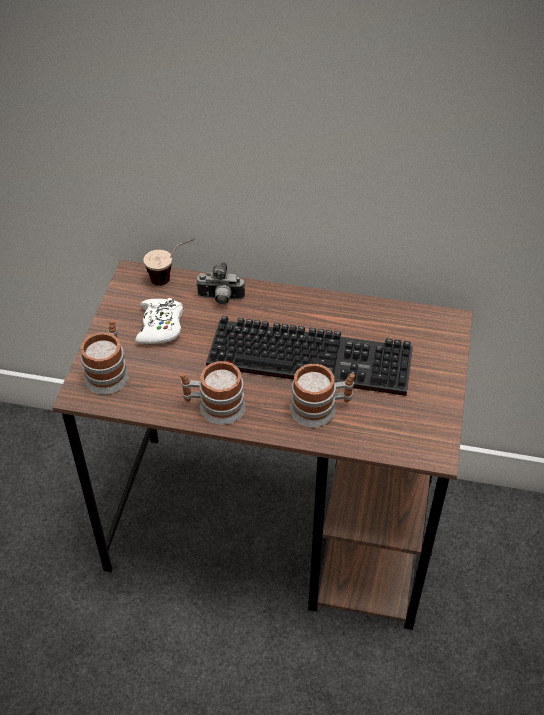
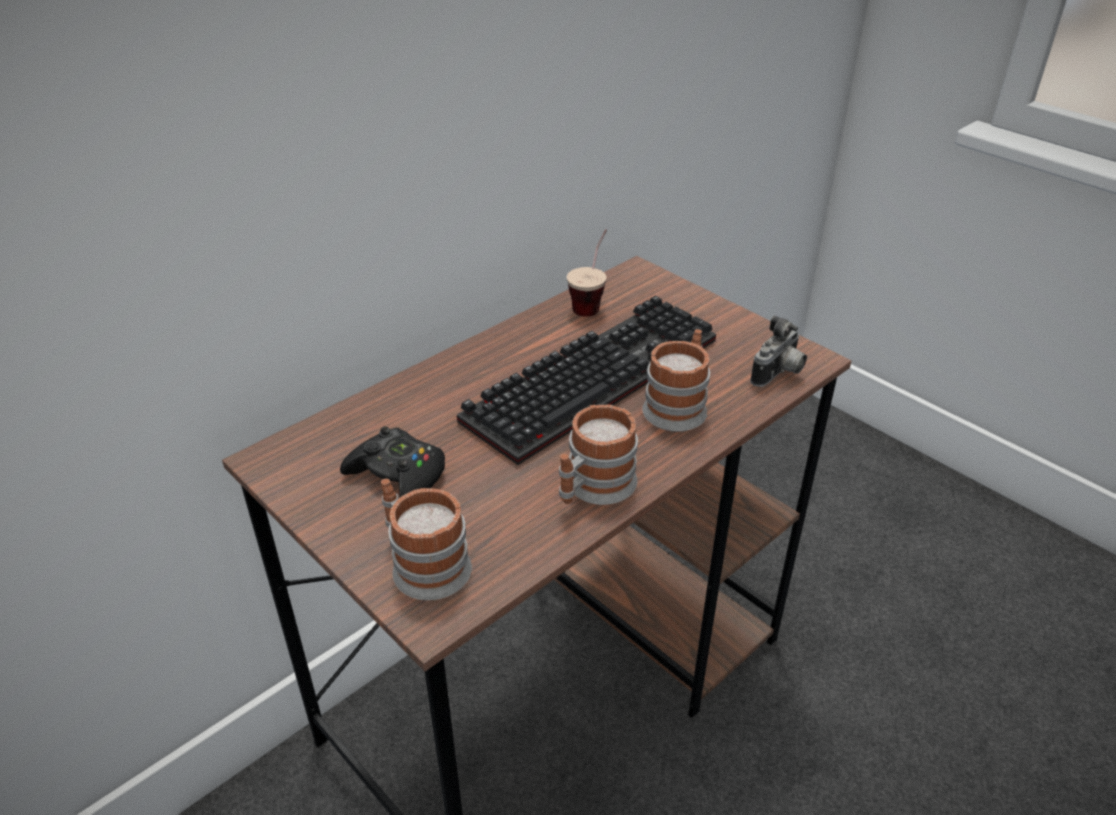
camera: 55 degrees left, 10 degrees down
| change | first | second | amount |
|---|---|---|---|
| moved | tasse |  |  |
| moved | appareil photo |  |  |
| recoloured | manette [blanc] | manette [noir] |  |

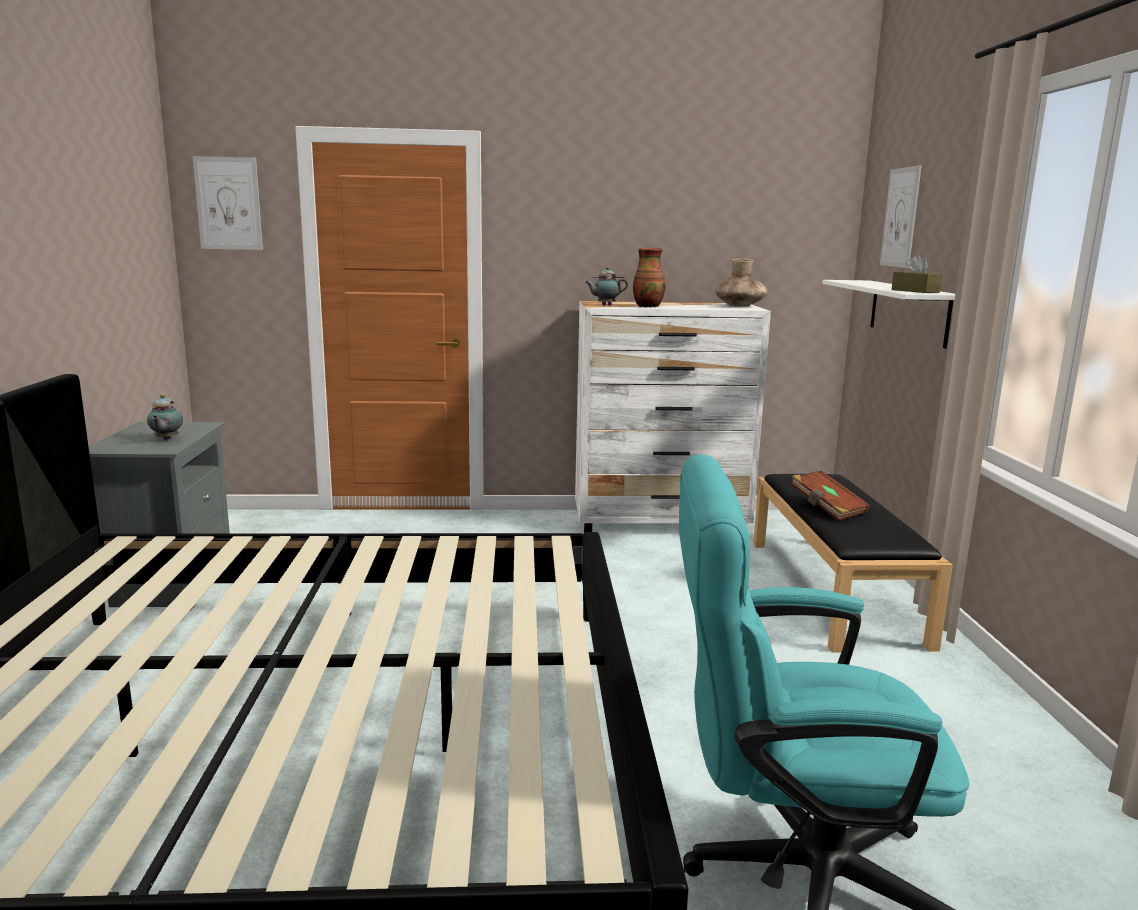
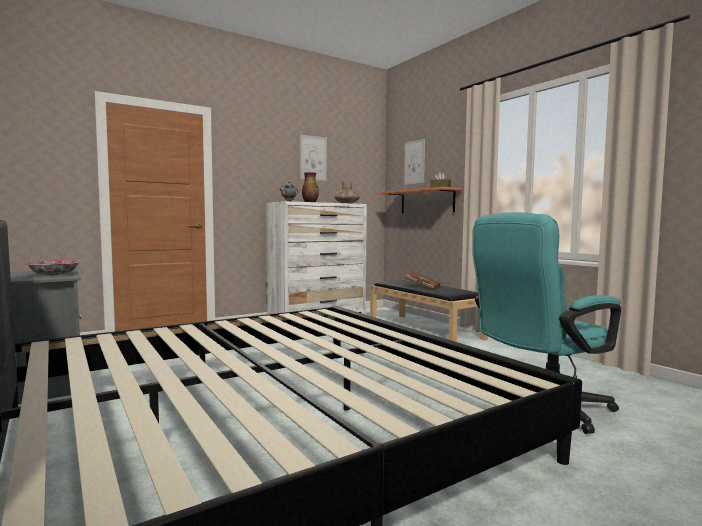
camera: 30 degrees left, 10 degrees down
| change | first | second | amount |
|---|---|---|---|
| moved | tableau (1st from left) |  |  |
| recoloured | étagère [blanc] | étagère [orange] |  |
| replaced | théière (1st from left) | bol |  |

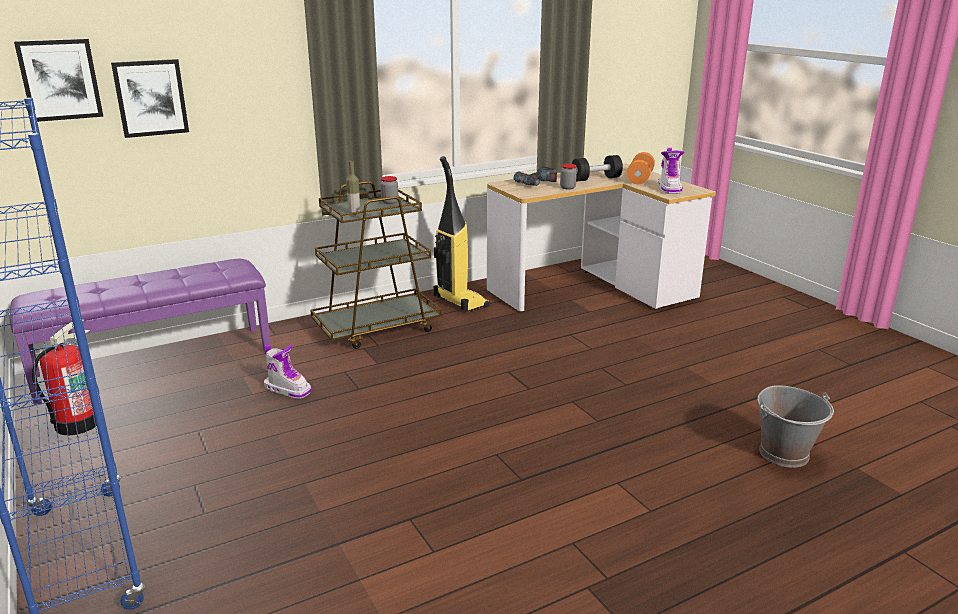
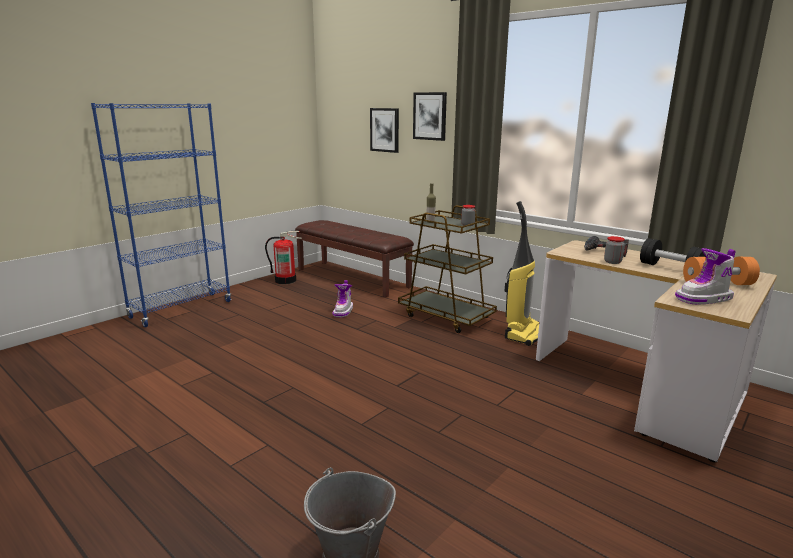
camera: 70 degrees right, 5 degrees down
| change | first | second | amount |
|---|---|---|---|
| moved | tableau (1st from left in the first image) | tableau (2nd from left) |  |
| recoloured | banc [violet] | banc [marron] |  |

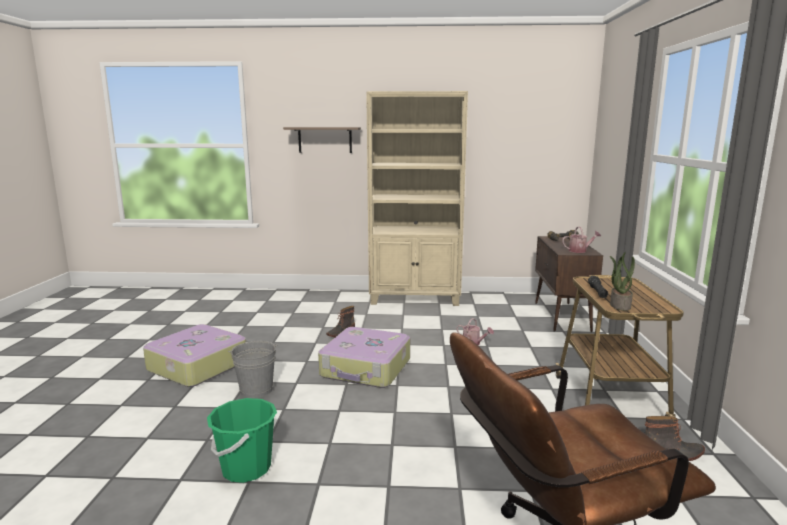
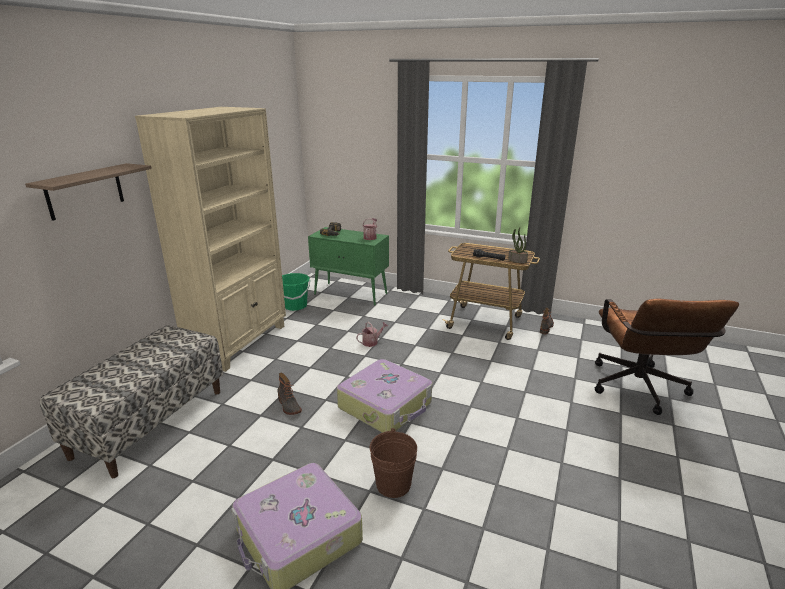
camera: 70 degrees left, 10 degrees up
| change | first | second | amount |
|---|---|---|---|
| recoloured | meuble de rangement [marron] | meuble de rangement [vert] |  |
| recoloured | seau [gris] | seau [marron] |  |
| moved | seau [vert] |  |  |
| added |  | banc |  |

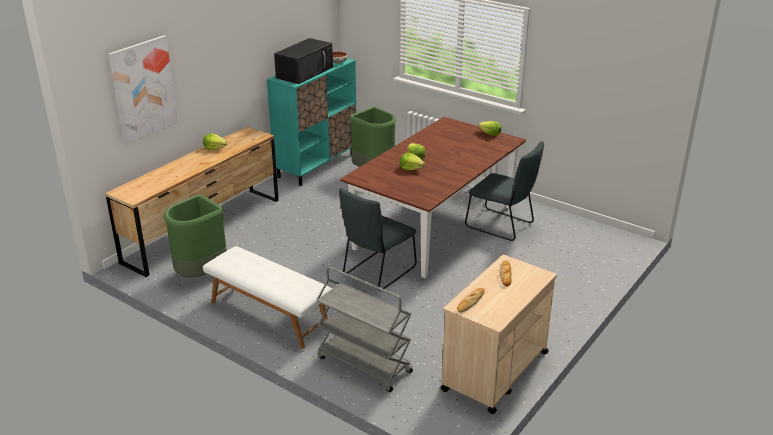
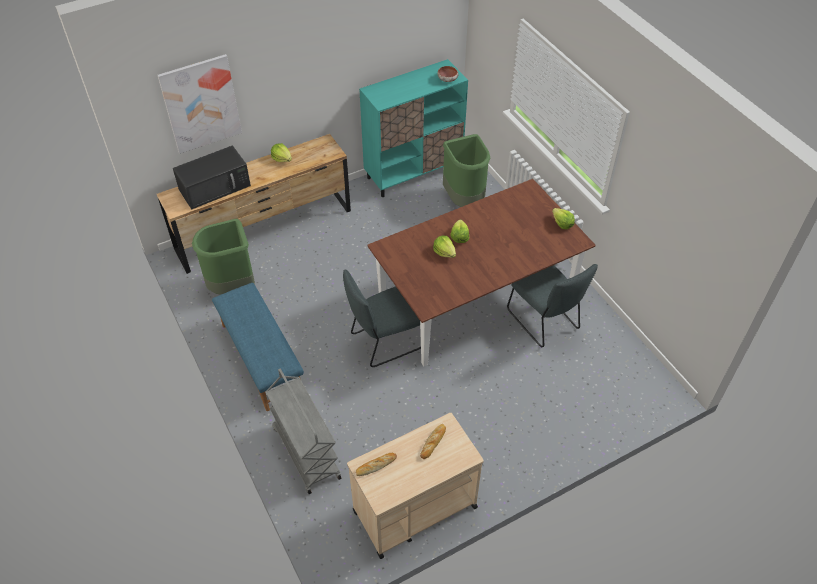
camera: 25 degrees right, 20 degrees up
| change | first | second | amount |
|---|---|---|---|
| moved | micro-ondes [noir] |  |  |
| recoloured | banc [blanc] | banc [bleu] |  |

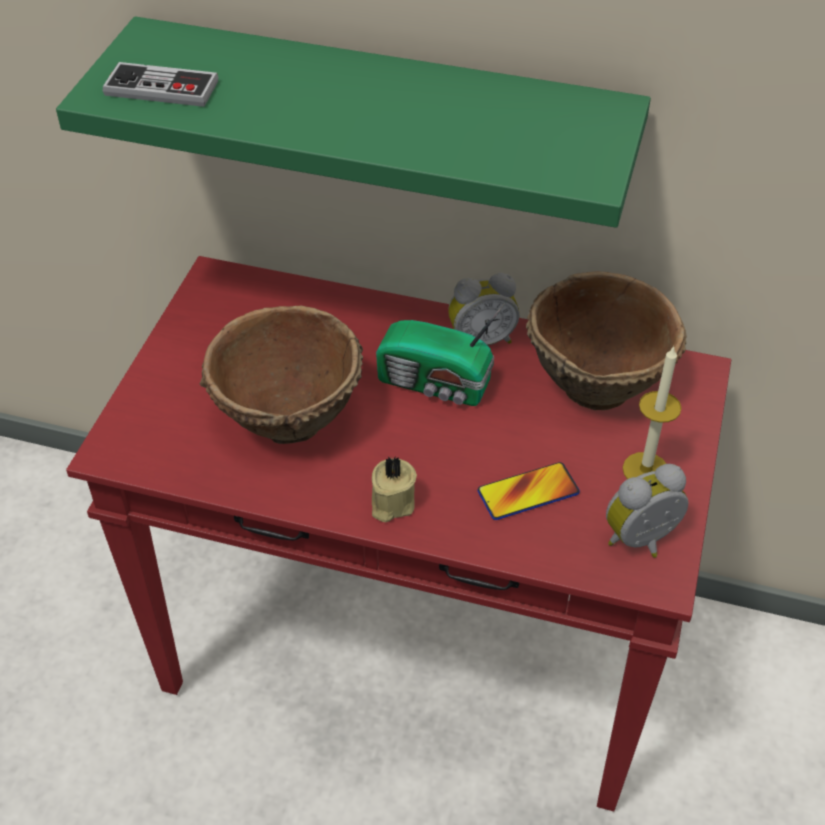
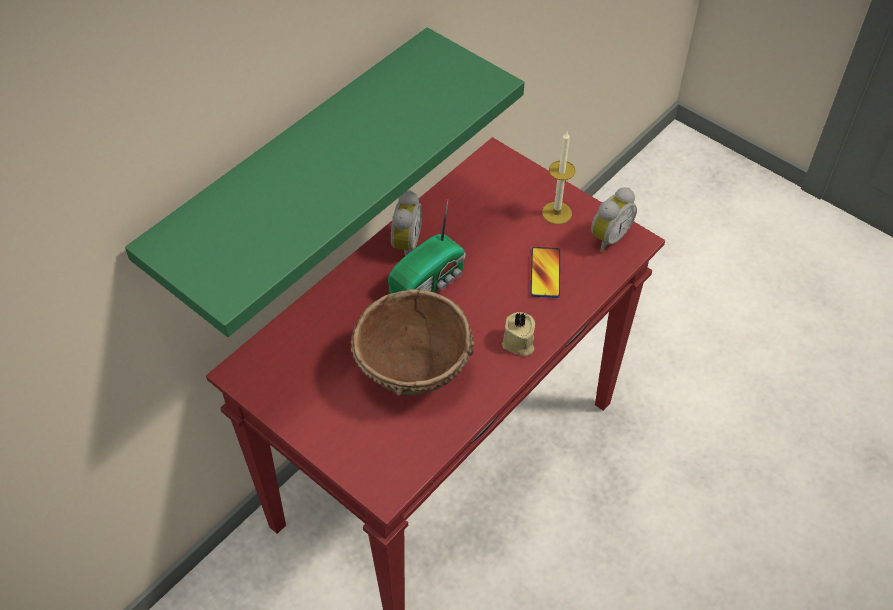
camera: 65 degrees left, 5 degrees up
| change | first | second | amount |
|---|---|---|---|
| removed | manette |  |  |
| removed | bol [marron] (2nd from left) |  |  |
| turned | réveil (2nd from left) |  | 135 degrees counterclockwise |

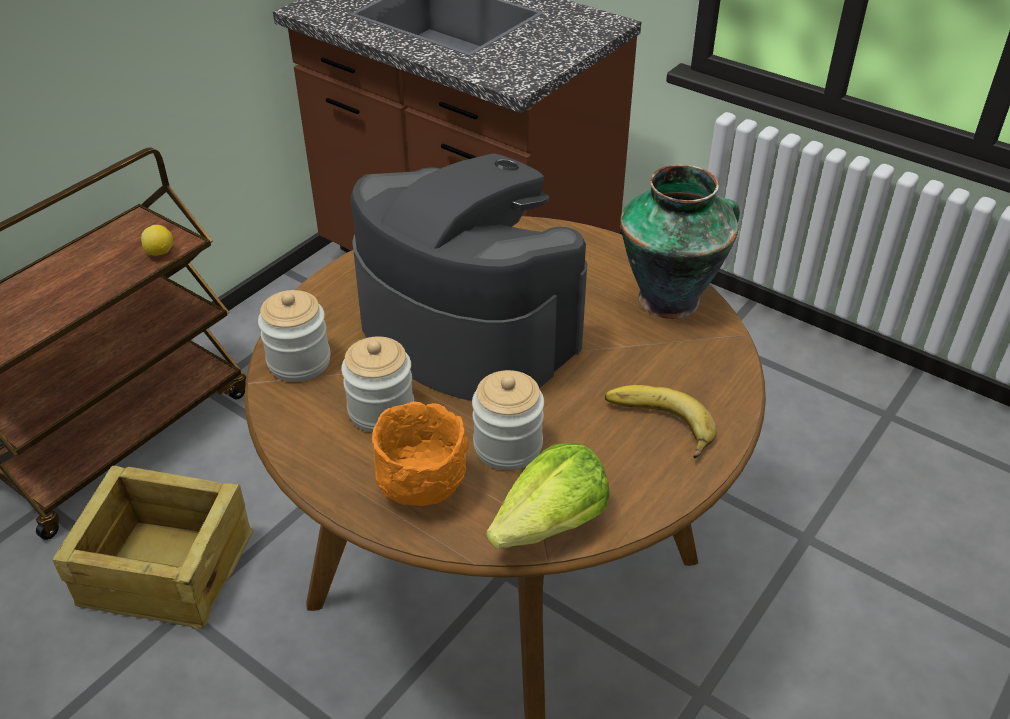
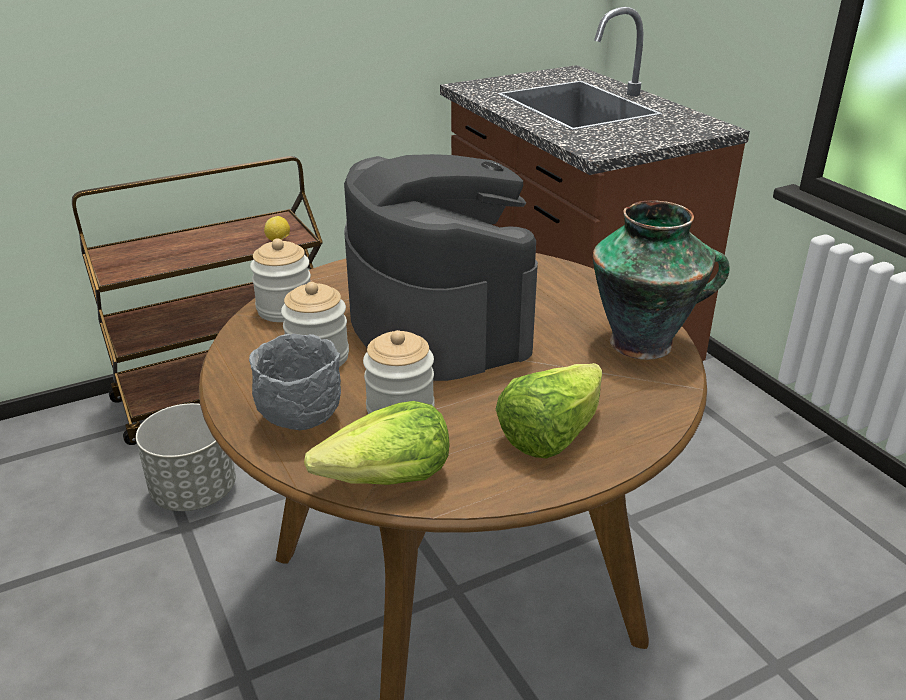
camera: 25 degrees right, 10 degrees down
| change | first | second | amount |
|---|---|---|---|
| replaced | banane | laitue (2nd from left) |  |
| recoloured | bol [orange] | bol [gris] |  |
| replaced | caisse | cache-pot [gris] |  |

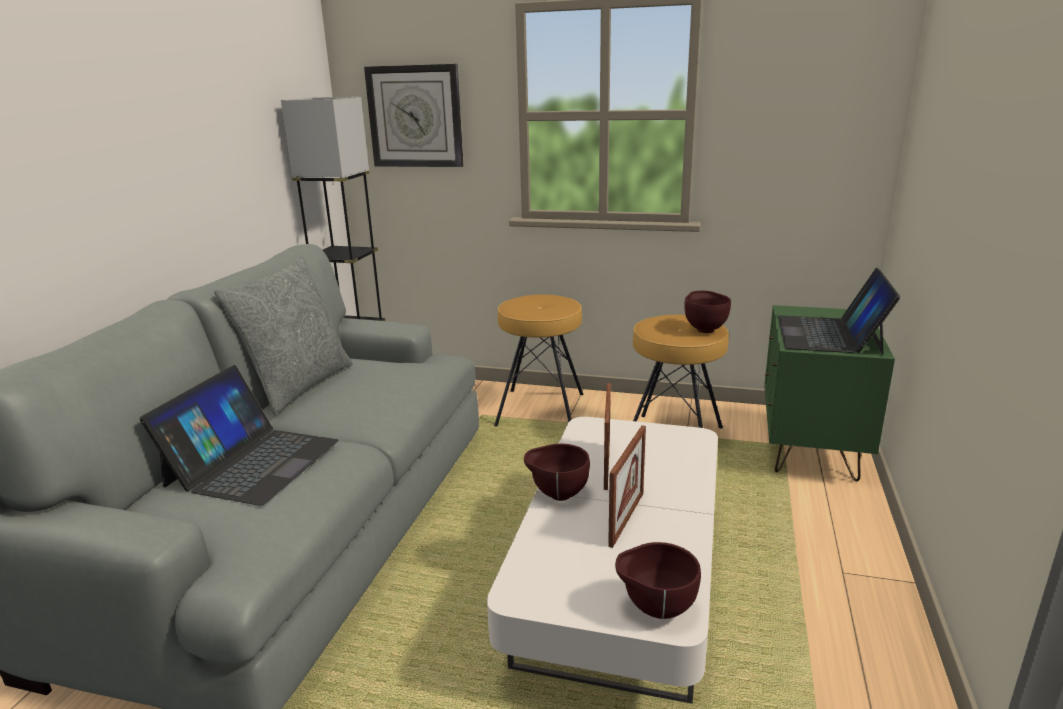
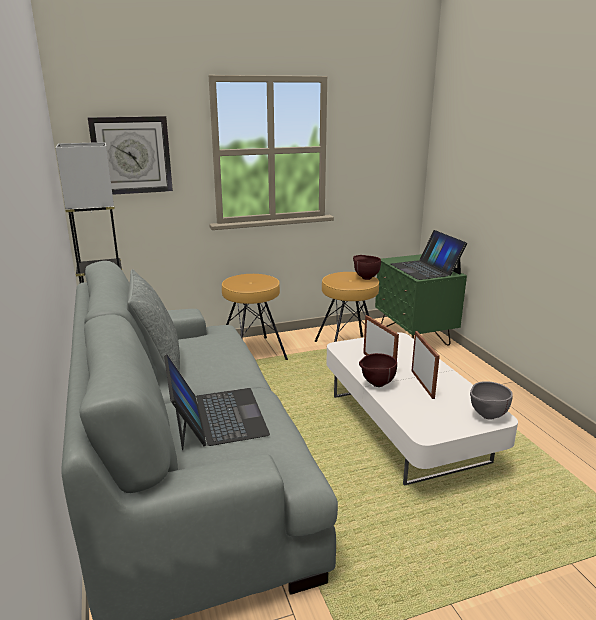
camera: 35 degrees left, 0 degrees up
| change | first | second | amount |
|---|---|---|---|
| recoloured | bol [marron] (2nd from left) | bol [gris] |  |

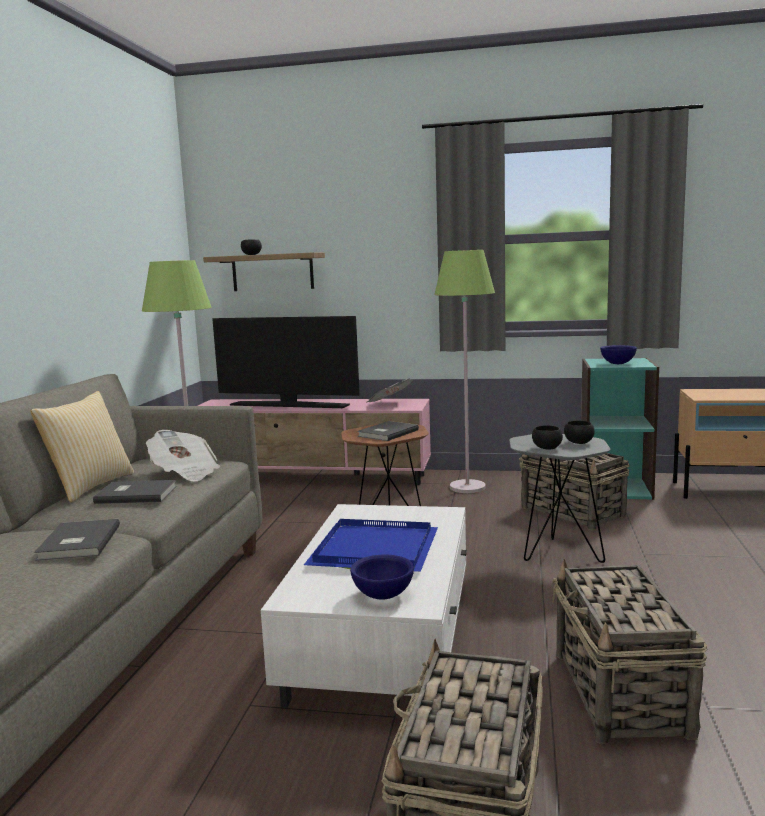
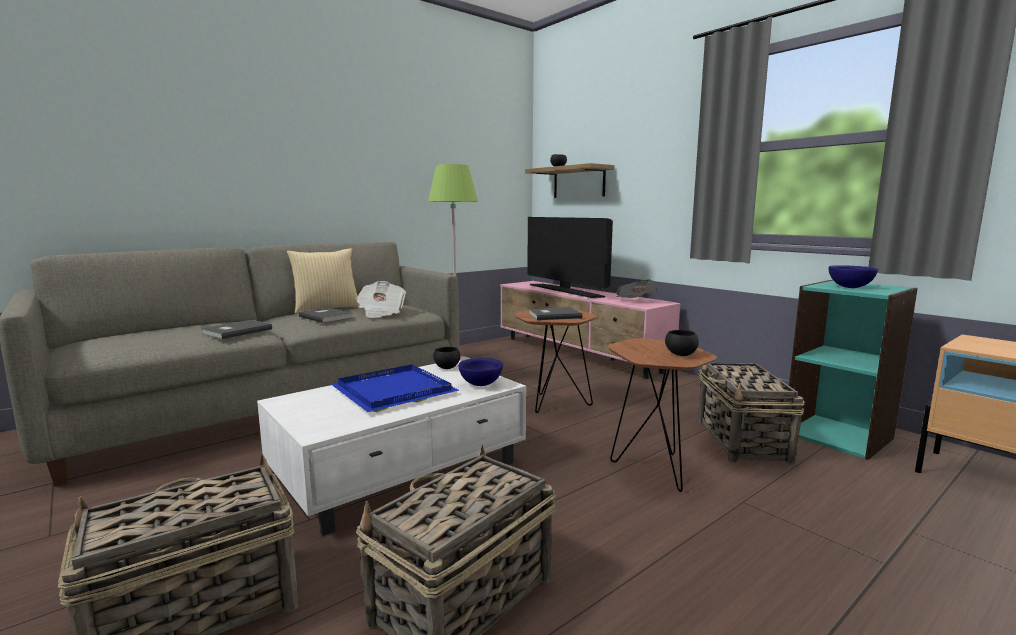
camera: 40 degrees right, 0 degrees up
| change | first | second | amount |
|---|---|---|---|
| removed | lampadaire [vert] (2nd from left) |  |  |
| moved | bol [noir] (2nd from left in the first image) | bol [noir] (1st from left) |  |
| recoloured | table d'appoint [gris] | table d'appoint [marron] (2nd from left) |  |
| moved | bol [bleu] (1st from left) |  |  |

